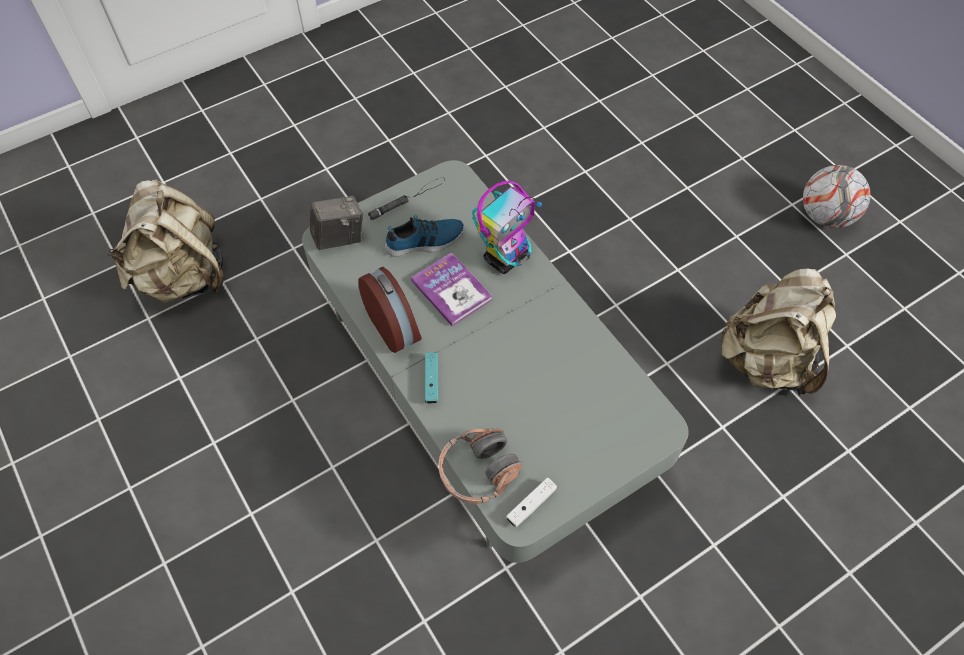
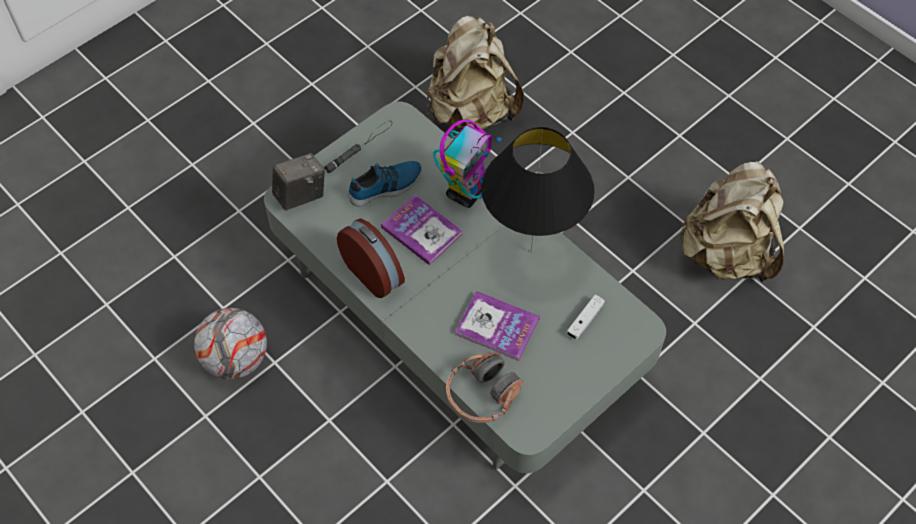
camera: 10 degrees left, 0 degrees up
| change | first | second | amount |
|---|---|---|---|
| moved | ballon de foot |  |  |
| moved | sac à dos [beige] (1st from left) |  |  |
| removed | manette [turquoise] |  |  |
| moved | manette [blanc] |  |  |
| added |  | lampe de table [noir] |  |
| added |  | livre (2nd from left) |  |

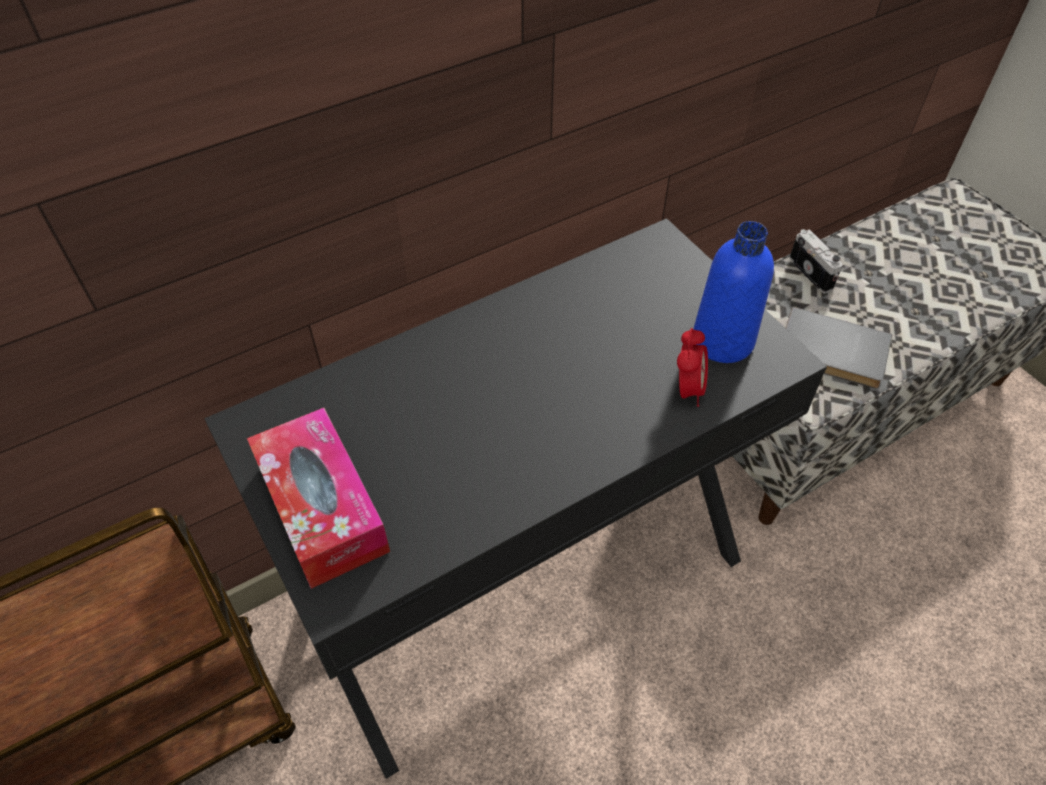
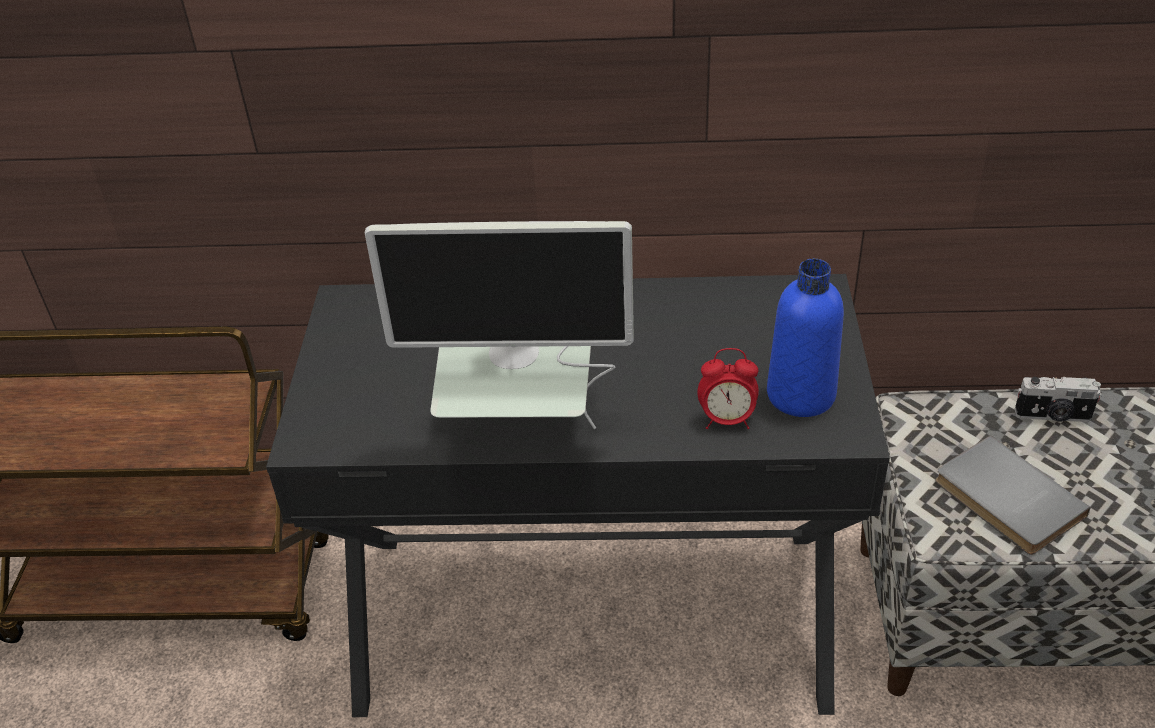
camera: 35 degrees right, 10 degrees down
| change | first | second | amount |
|---|---|---|---|
| turned | appareil photo |  | 90 degrees clockwise |
| turned | réveil |  | 45 degrees clockwise |
| removed | boîte à mouchoirs |  |  |
| added |  | écran d'ordinateur |  |

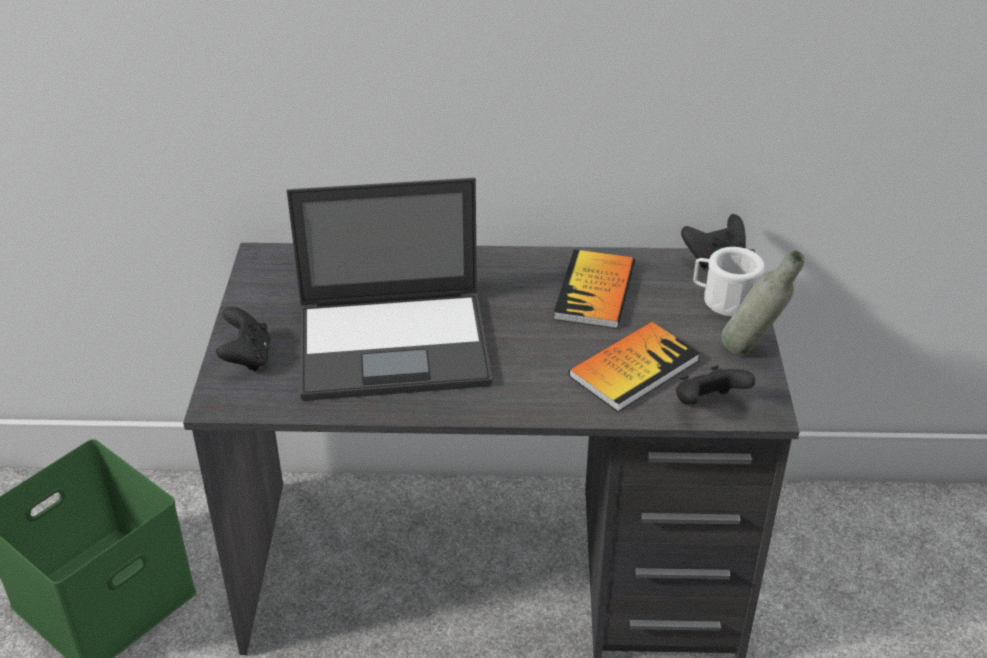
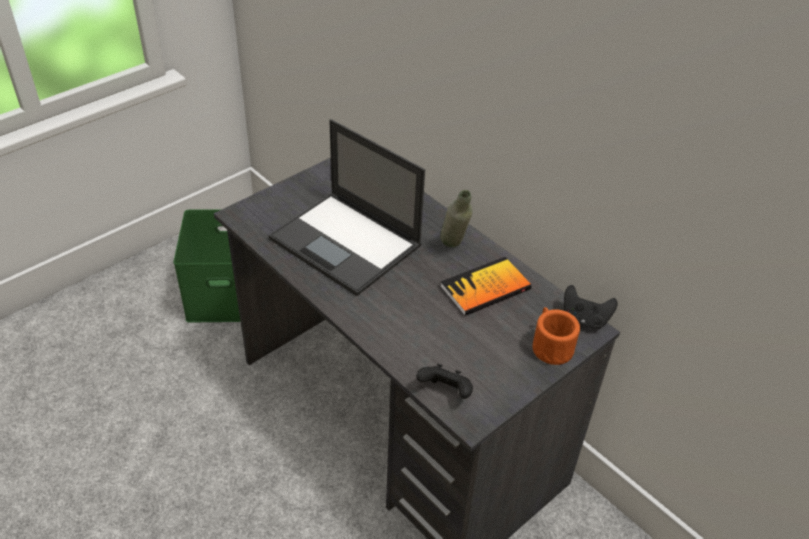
camera: 45 degrees right, 5 degrees up
| change | first | second | amount |
|---|---|---|---|
| recoloured | mug [blanc] | mug [orange] |  |
| moved | bouteille [gris] |  |  |
| removed | manette [noir] (1st from left) |  |  |
| removed | livre (2nd from left) |  |  |

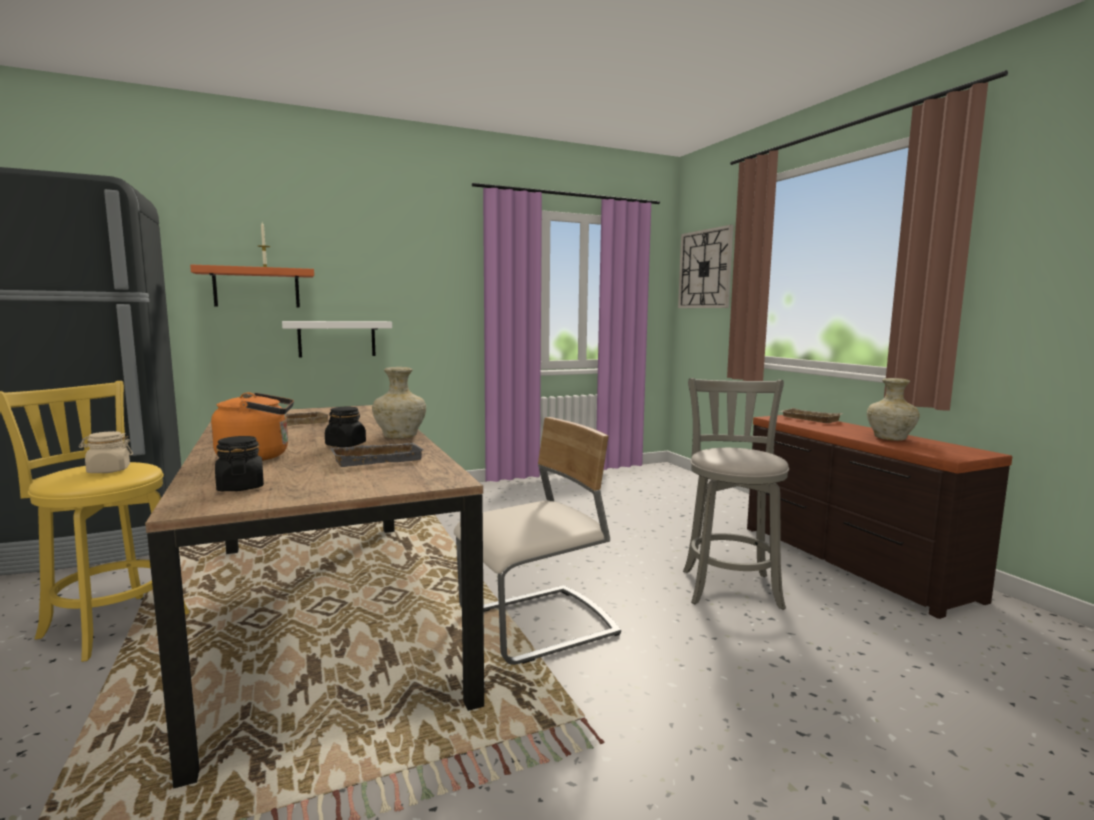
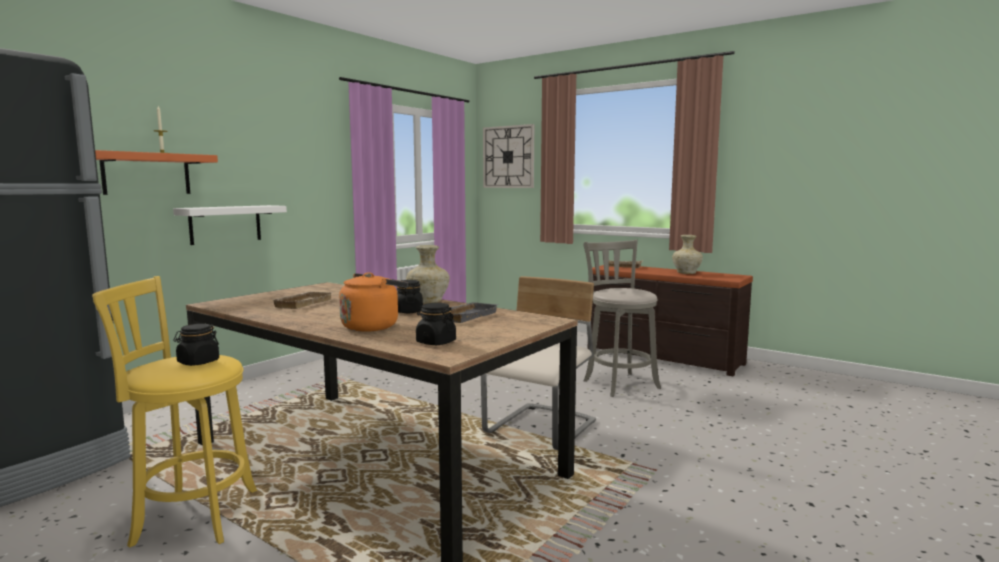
camera: 30 degrees left, 0 degrees up
| change | first | second | amount |
|---|---|---|---|
| recoloured | bocal [beige] | bocal [noir] (1st from left) |  |

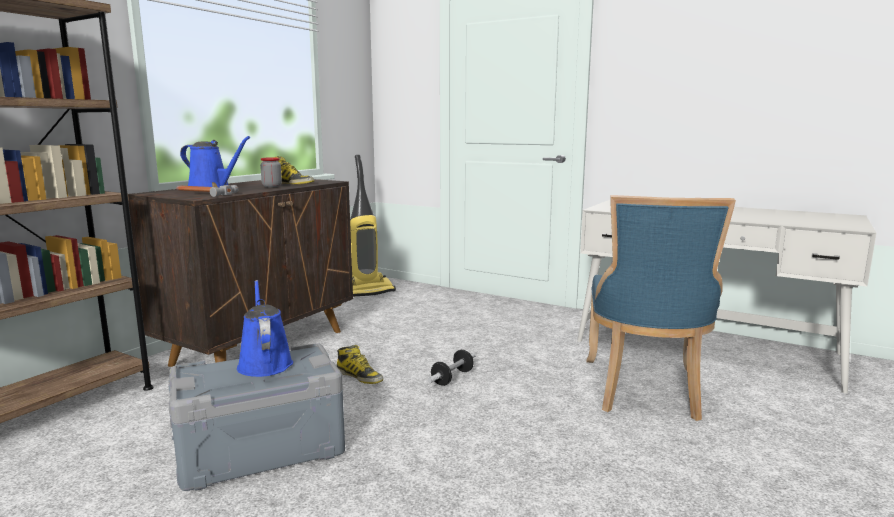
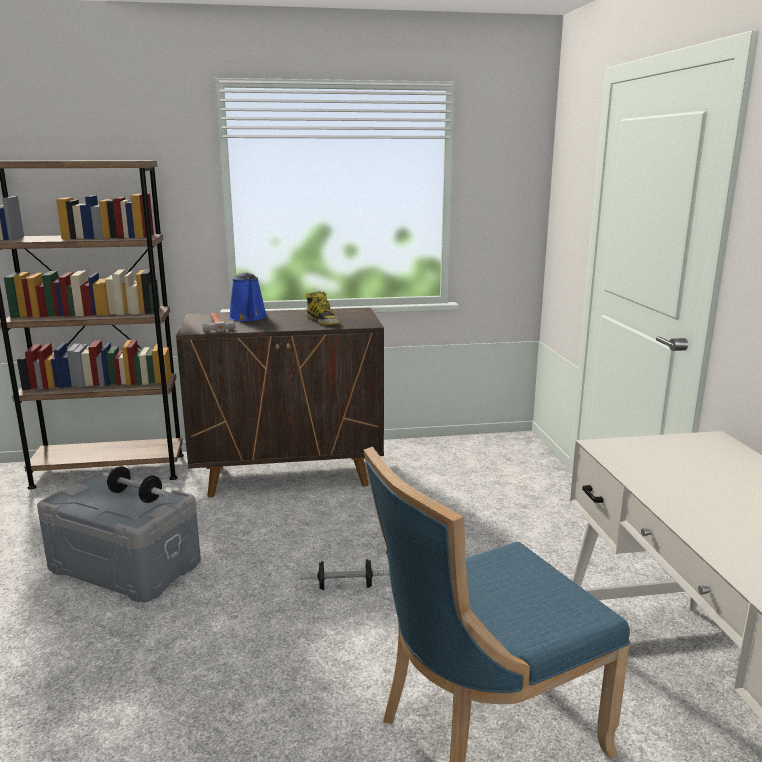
camera: 50 degrees right, 5 degrees up
| change | first | second | amount |
|---|---|---|---|
| removed | aspirateur |  |  |
| removed | bocal |  |  |
| replaced | arrosoir [bleu] (2nd from left) | haltère (1st from left) |  |
| removed | botte (2nd from left) |  |  |

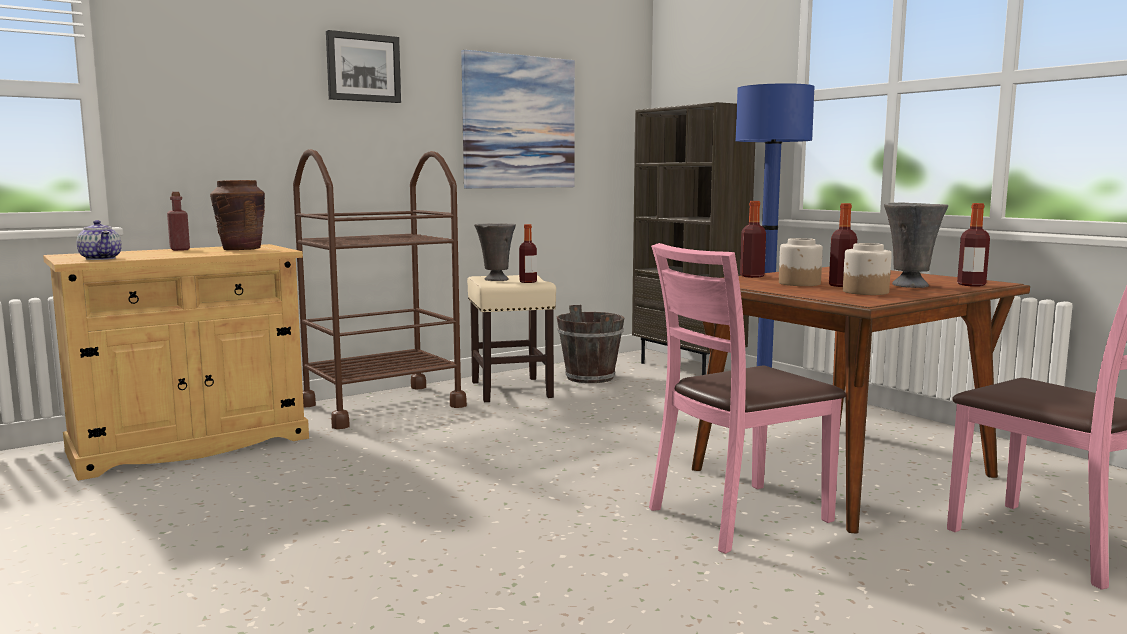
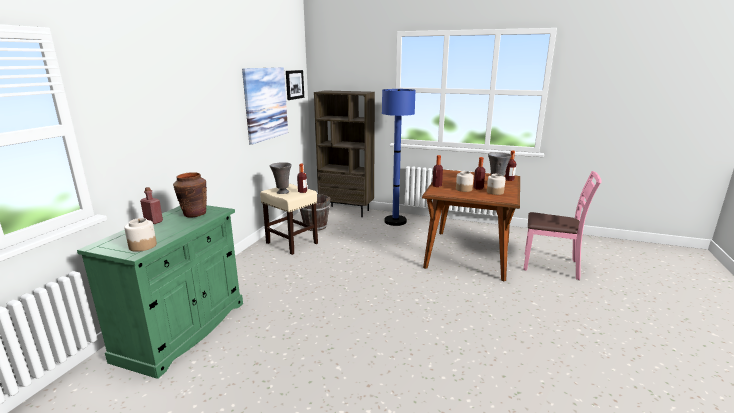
camera: 35 degrees left, 10 degrees up
| change | first | second | amount |
|---|---|---|---|
| moved | tableau (1st from left in the first image) | tableau (2nd from left) |  |
| removed | chariot [marron] |  |  |
| replaced | théière | bocal (1st from left) |  |
| removed | chaise [rose] (1st from left) |  |  |
| recoloured | meuble de rangement [beige] | meuble de rangement [vert] |  |

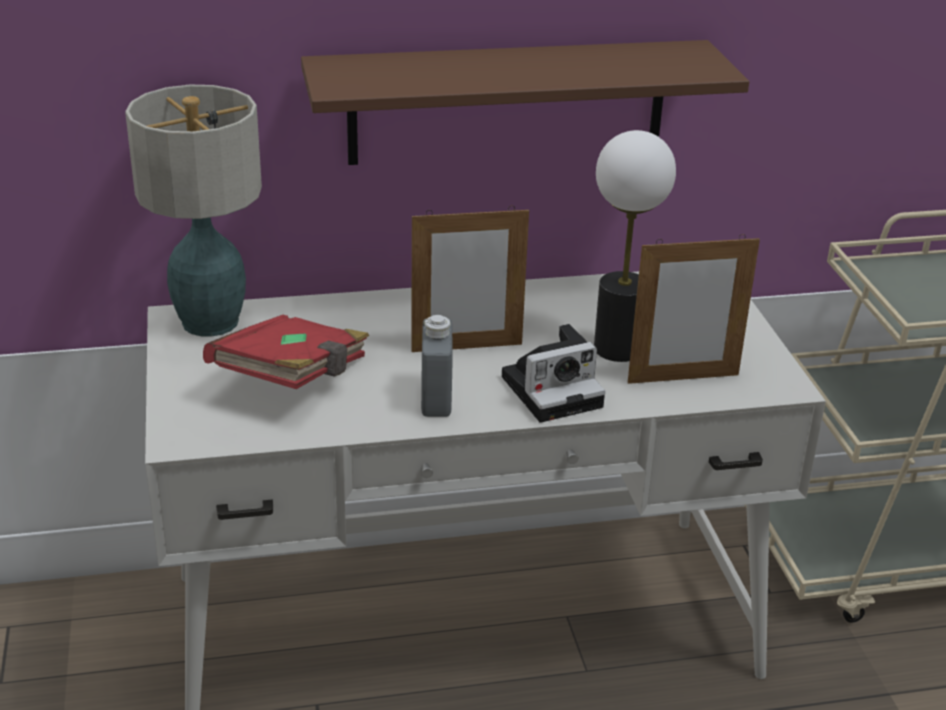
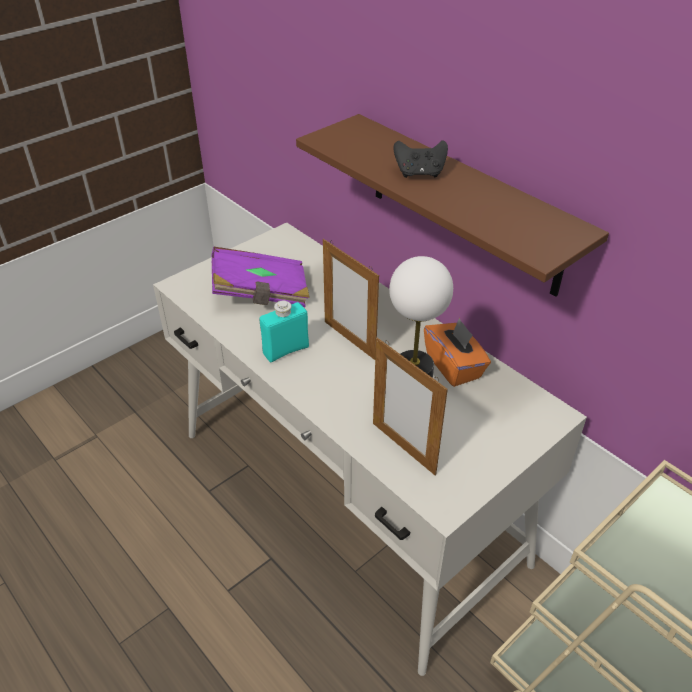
camera: 60 degrees right, 10 degrees up
| change | first | second | amount |
|---|---|---|---|
| removed | lampe de table (1st from left) |  |  |
| recoloured | livre [rouge] | livre [violet] |  |
| recoloured | bouteille [gris] | bouteille [turquoise] |  |
| removed | appareil photo |  |  |
| added |  | manette [noir] |  |
| added |  | boîte à mouchoirs [orange] |  |

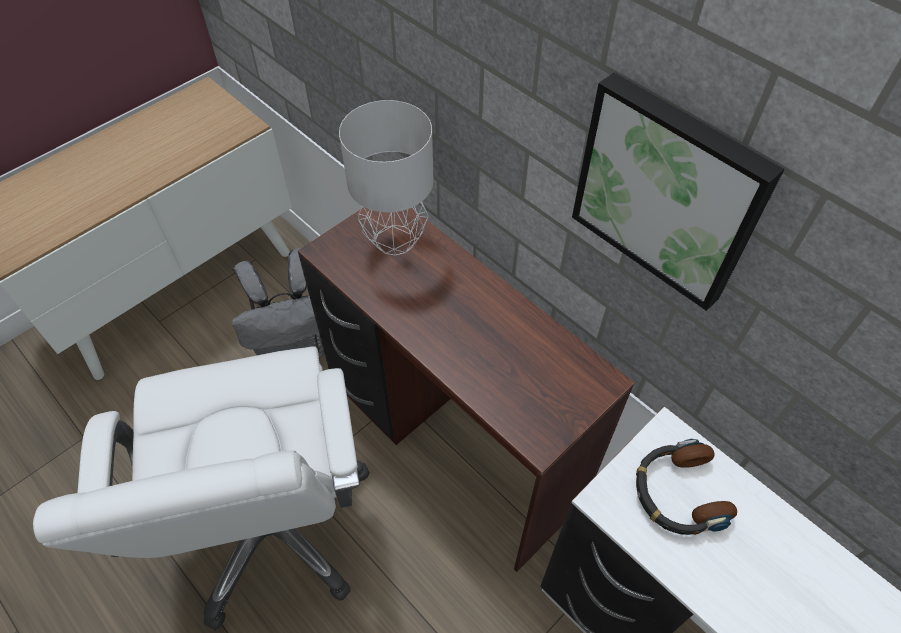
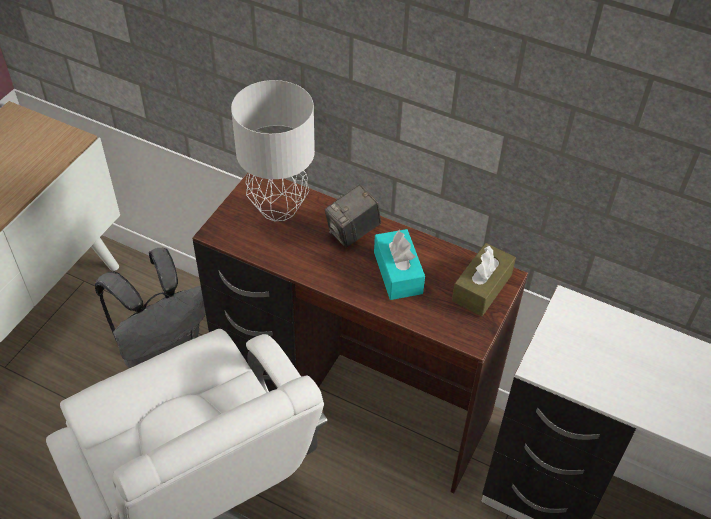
camera: 20 degrees left, 5 degrees down
| change | first | second | amount |
|---|---|---|---|
| removed | tableau |  |  |
| removed | casque audio |  |  |
| added |  | appareil photo |  |
| added |  | boîte à mouchoirs [turquoise] |  |
| added |  | boîte à mouchoirs [marron] |  |

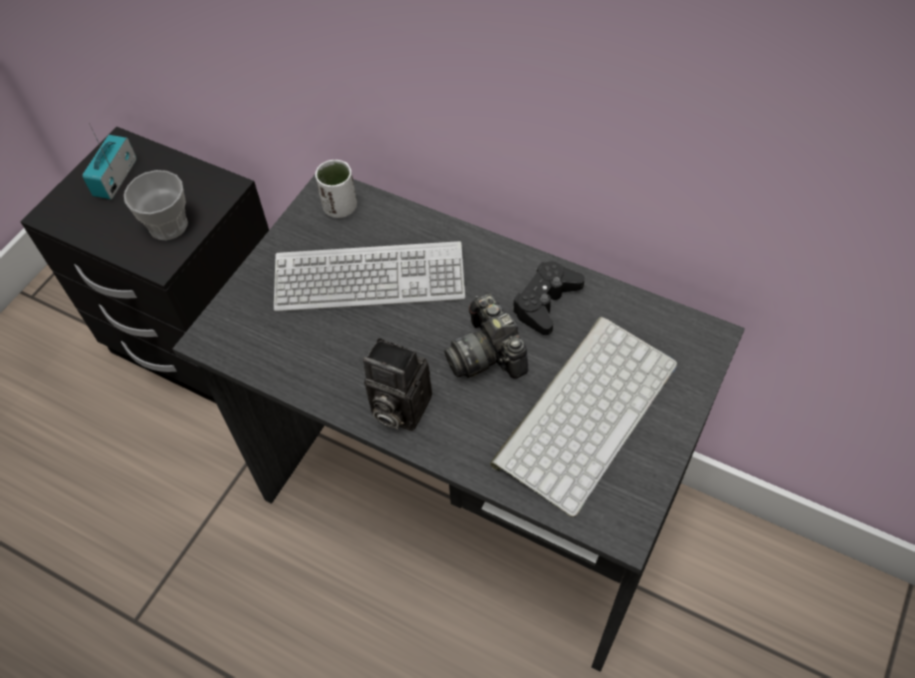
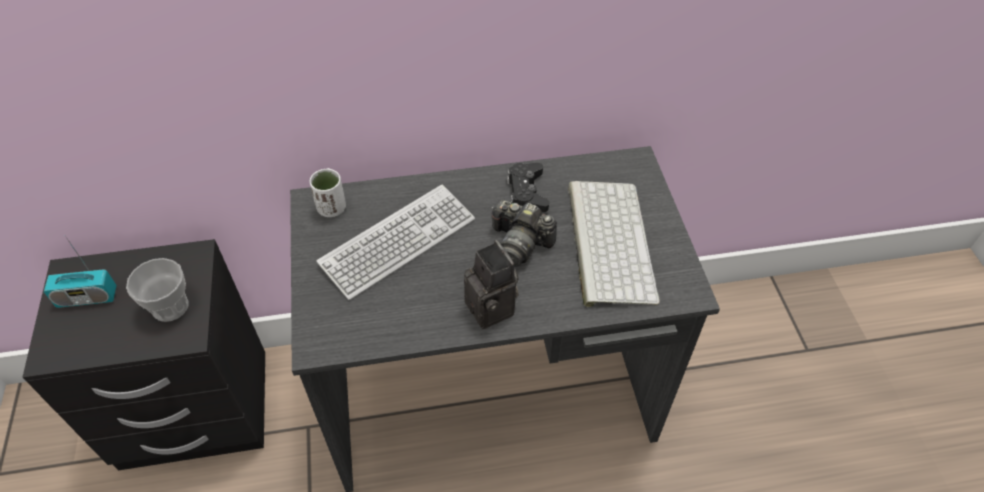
camera: 40 degrees left, 5 degrees down
| change | first | second | amount |
|---|---|---|---|
| turned | radio |  | 75 degrees counterclockwise |
| turned | appareil photo (1st from left) |  | 105 degrees counterclockwise |

